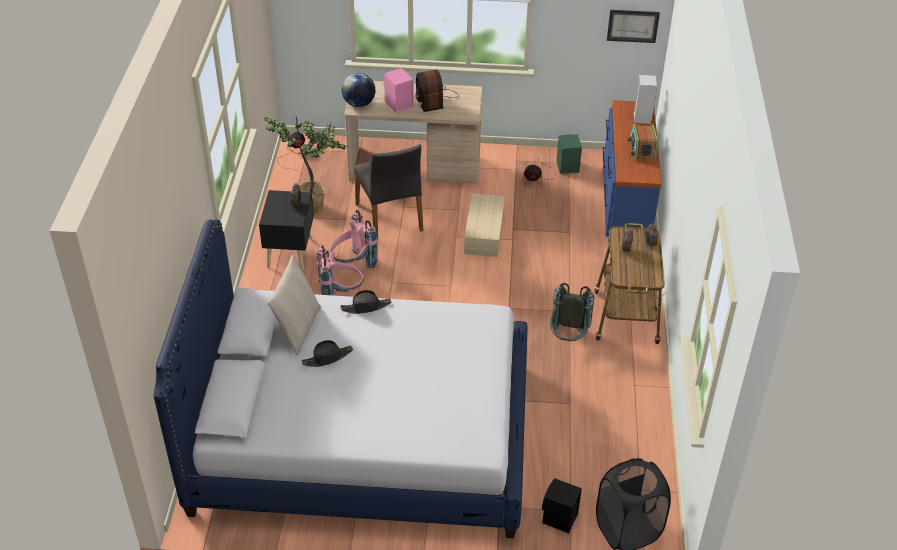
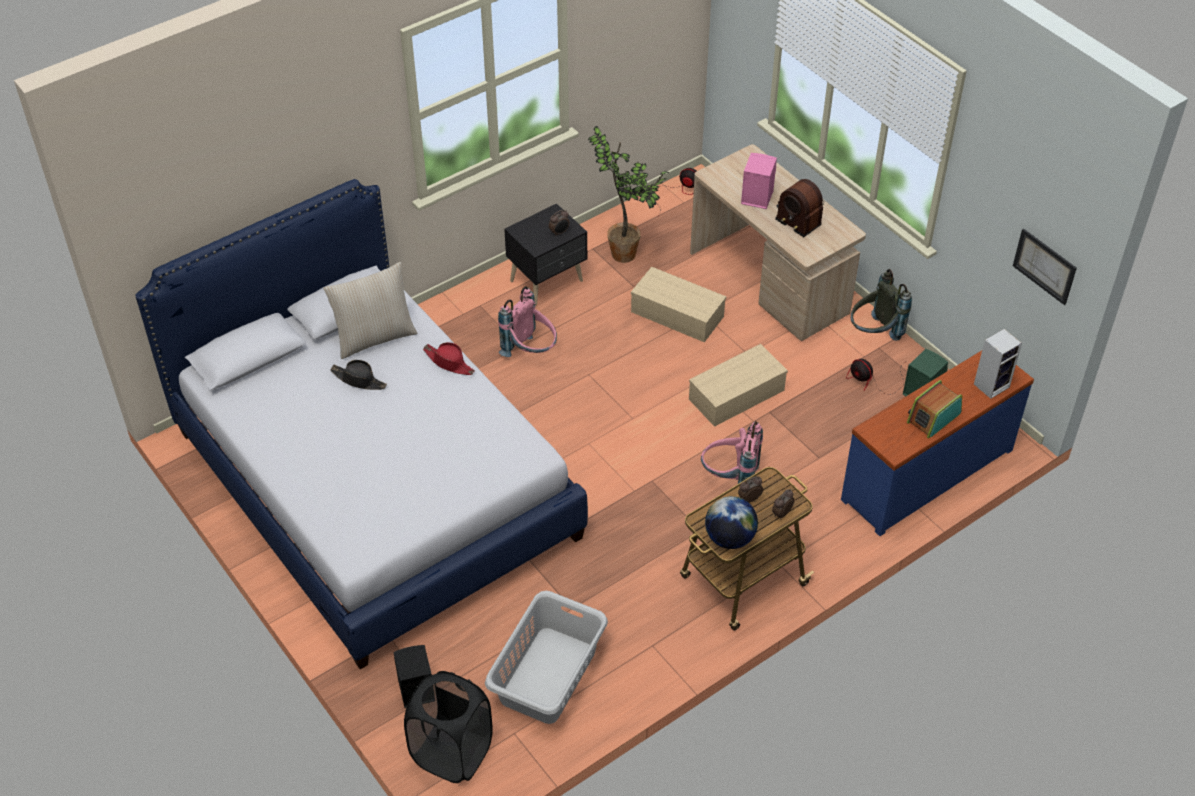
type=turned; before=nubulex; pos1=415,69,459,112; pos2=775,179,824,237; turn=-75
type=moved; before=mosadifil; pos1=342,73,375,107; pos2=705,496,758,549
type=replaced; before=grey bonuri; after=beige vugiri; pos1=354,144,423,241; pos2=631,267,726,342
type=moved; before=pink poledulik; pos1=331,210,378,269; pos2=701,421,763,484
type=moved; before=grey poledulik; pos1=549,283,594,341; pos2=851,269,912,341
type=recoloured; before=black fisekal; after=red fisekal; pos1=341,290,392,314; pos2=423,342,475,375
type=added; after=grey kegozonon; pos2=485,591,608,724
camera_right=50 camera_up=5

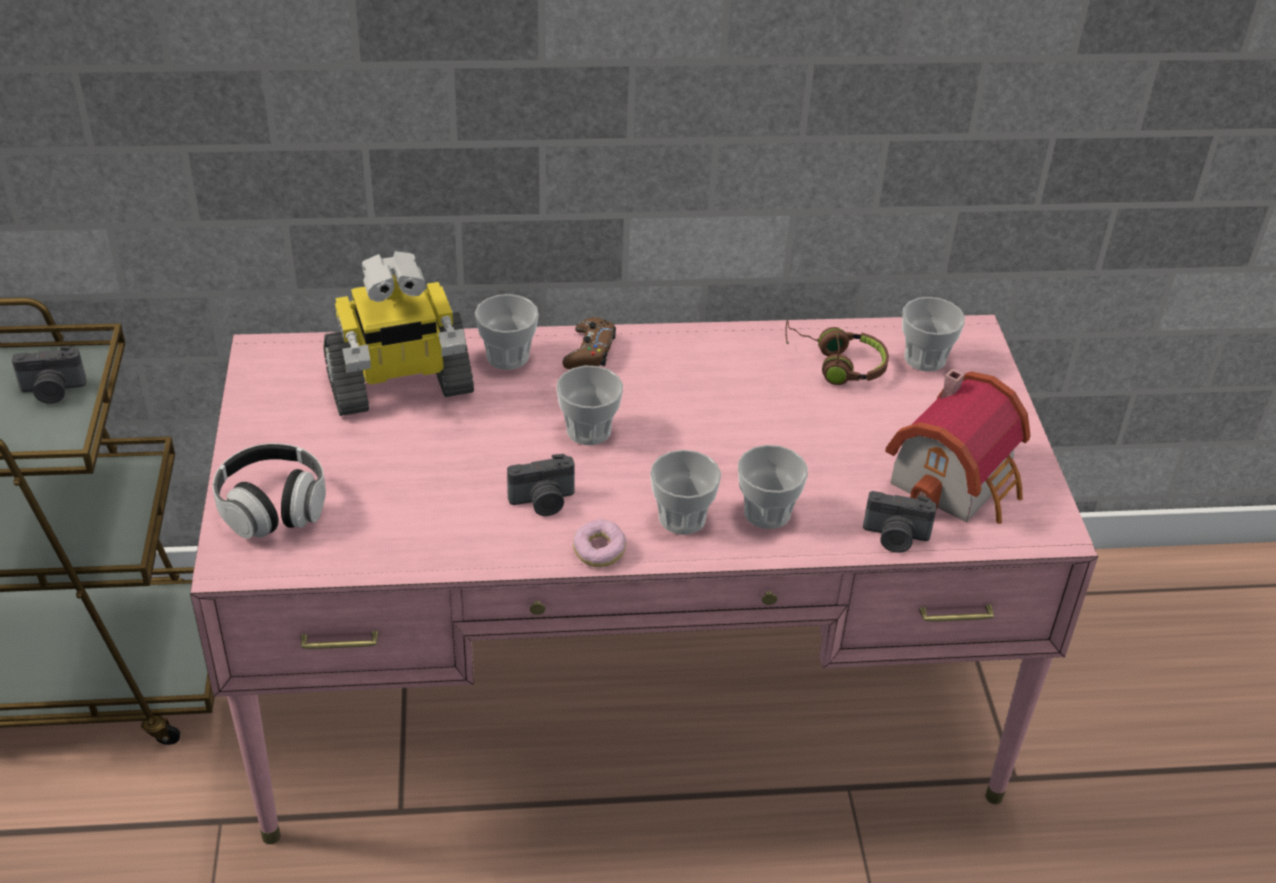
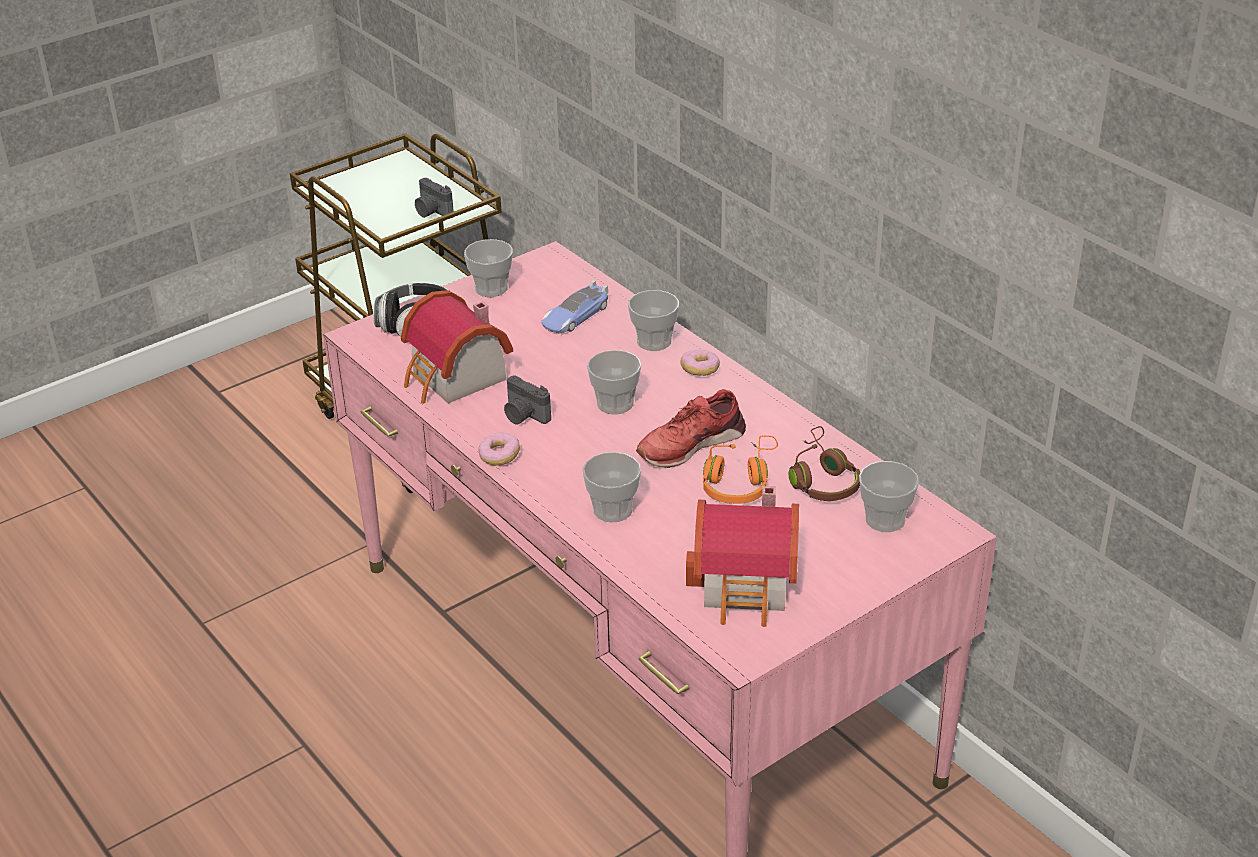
type=replaced; before=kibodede; after=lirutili; pos1=323,251,474,416; pos2=541,280,608,334
type=replaced; before=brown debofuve; after=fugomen; pos1=563,317,616,369; pos2=680,350,720,376
type=moved; before=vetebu; pos1=650,450,722,535; pos2=464,239,513,297
type=removed; before=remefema; pos1=863,491,937,553
type=added; after=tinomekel; pos2=401,290,513,404
type=added; after=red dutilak; pos2=636,389,746,468
type=added; after=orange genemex; pos2=703,435,778,504
camera_right=60 camera_up=-5

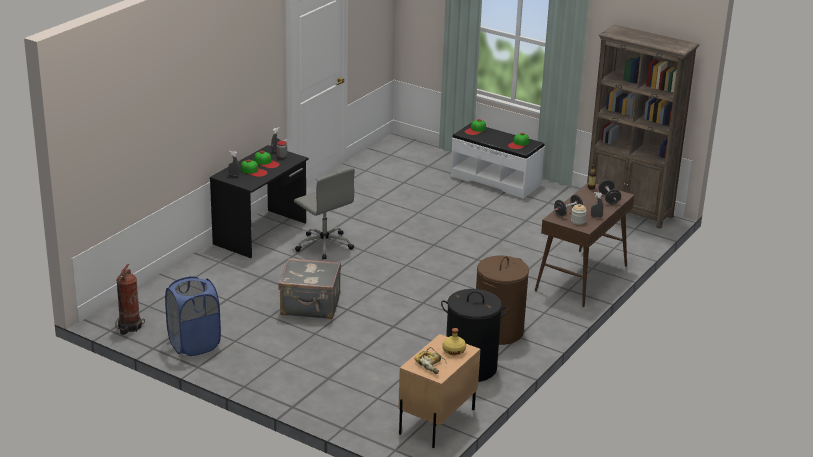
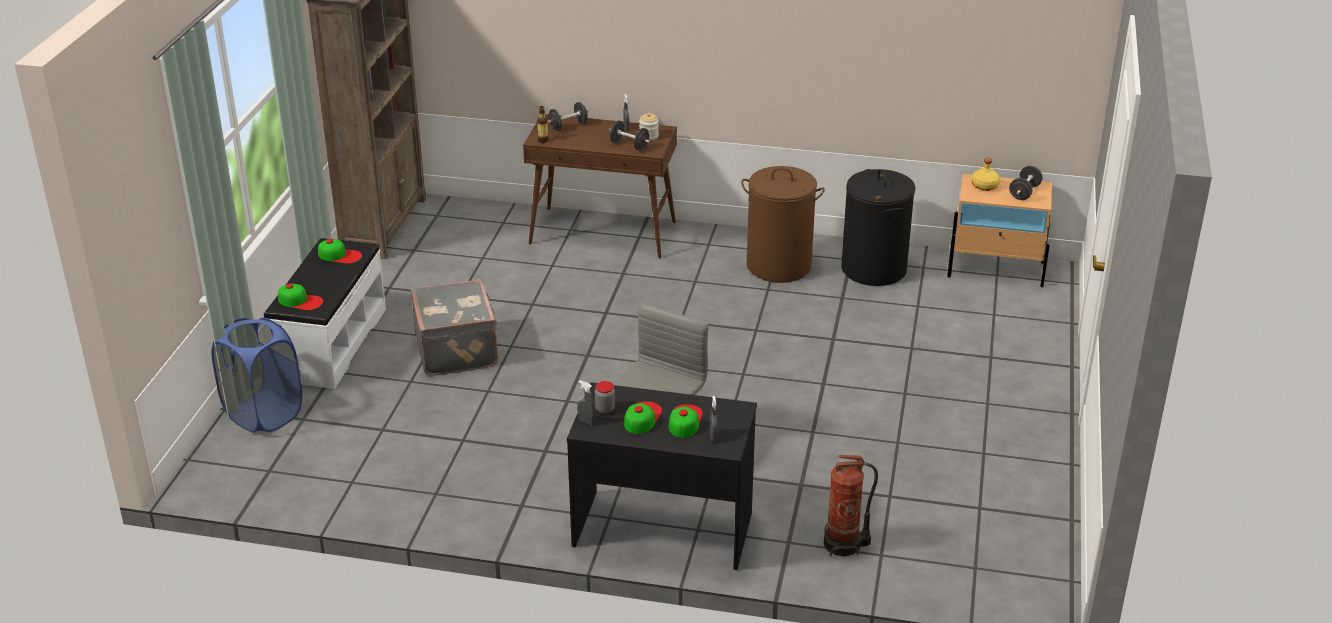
type=moved; before=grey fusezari; pos1=278,258,341,319; pos2=411,279,498,376
type=moved; before=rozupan; pos1=115,264,145,335; pos2=824,455,878,557
type=moved; before=blue kegozonon; pos1=165,276,221,356; pos2=211,317,302,433
type=replaced; before=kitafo; after=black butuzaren; pos1=414,347,447,374; pos2=1009,166,1042,200
camera_right=-110 camera_up=5

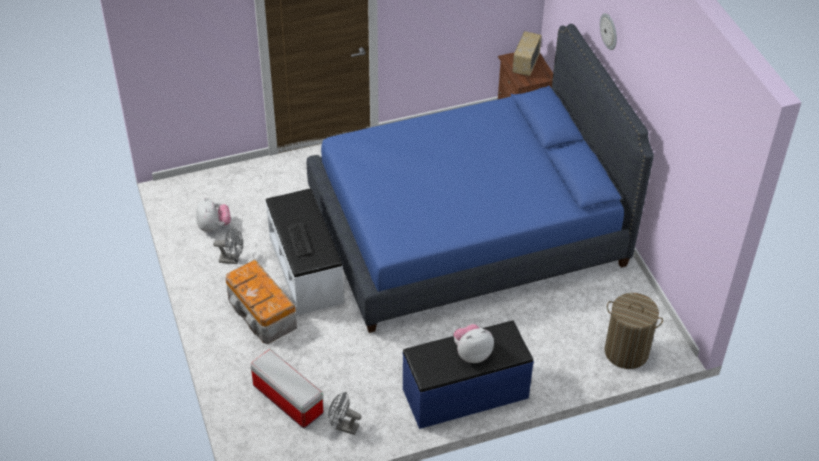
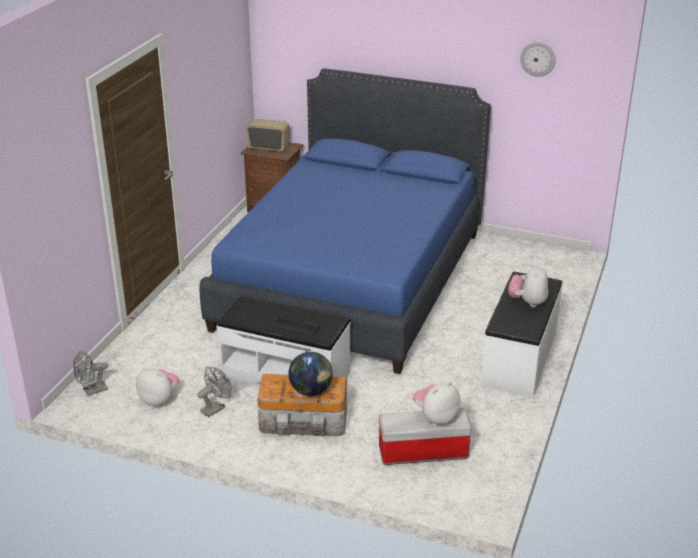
type=moved; before=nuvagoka; pos1=600,13,617,50; pos2=520,42,556,77
type=turned; before=nubulex; pos1=512,31,542,76; pos2=246,119,289,152; turn=135
type=removed; before=kegozonon; pos1=604,293,663,369
type=recoloured; before=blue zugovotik; after=white zugovotik; pos1=402,321,534,429; pos2=481,272,563,397
type=moved; before=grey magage; pos1=328,392,362,435; pos2=73,351,108,396
type=added; after=mosadifil; pos2=289,352,333,396
type=added; after=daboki; pos2=413,382,460,426
camera_right=-50 camera_up=-15

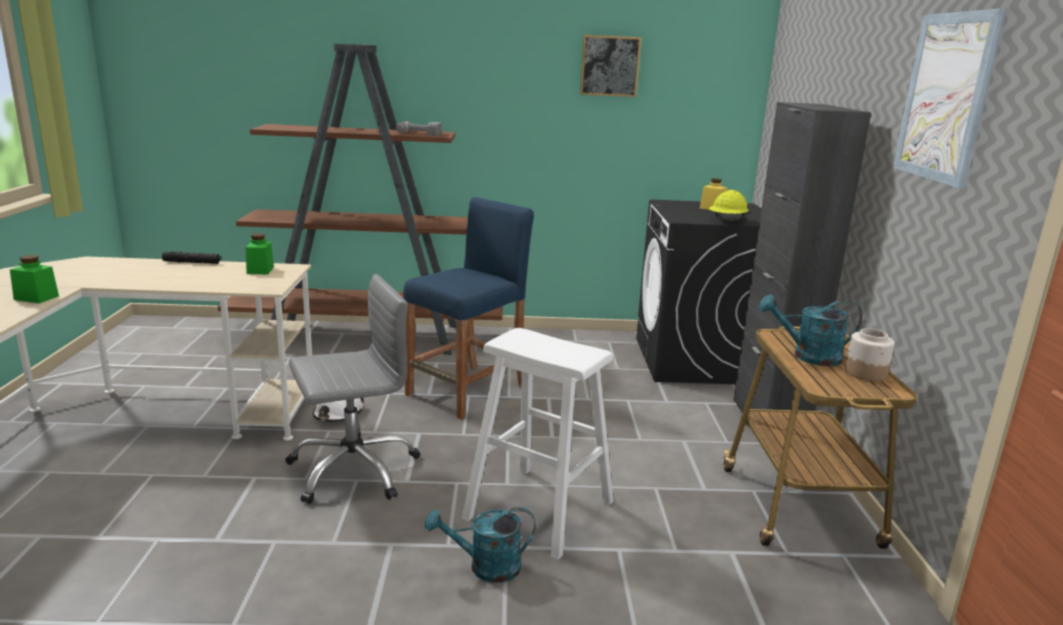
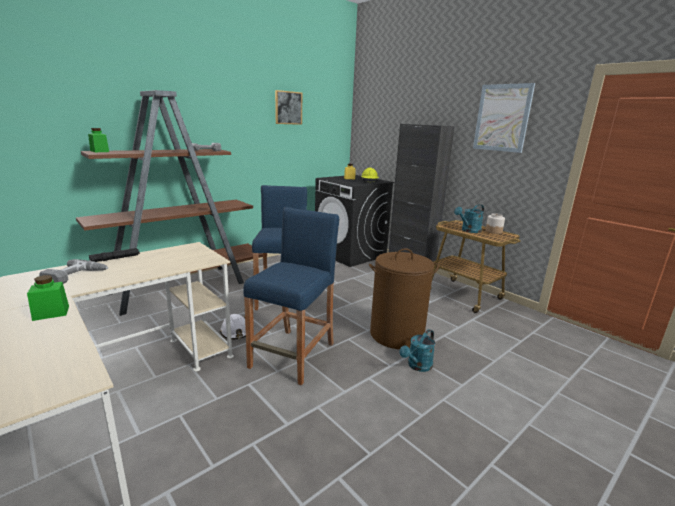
type=moved; before=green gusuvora; pos1=245,233,274,274; pos2=88,128,109,152
type=replaced; before=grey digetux; after=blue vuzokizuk; pos1=285,274,420,504; pos2=243,207,339,386
type=replaced; before=white vuzokizuk; after=brown kegozonon; pos1=462,328,613,560; pos2=369,248,439,349
type=added; after=kitafo; pos2=39,259,108,284
camera_right=-40 camera_up=0

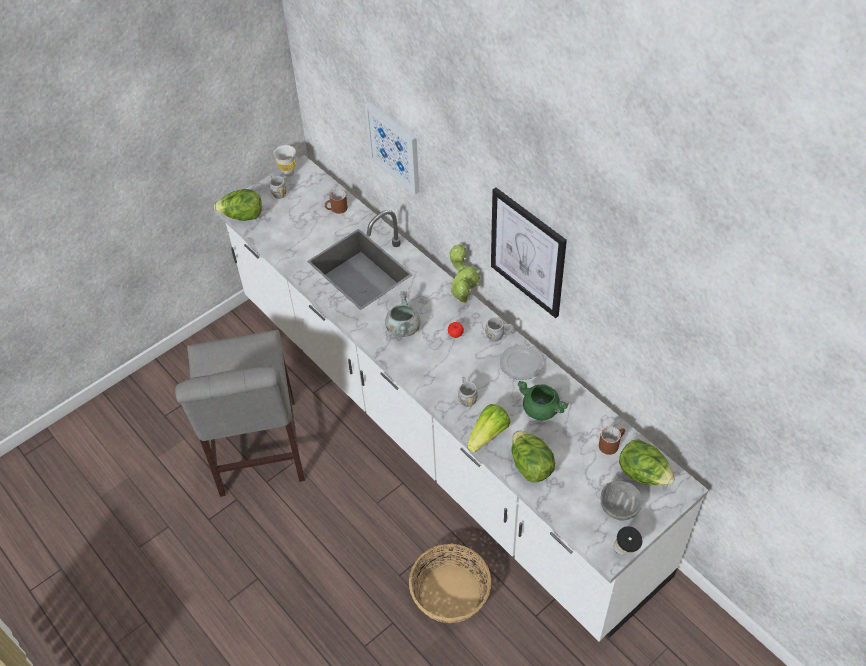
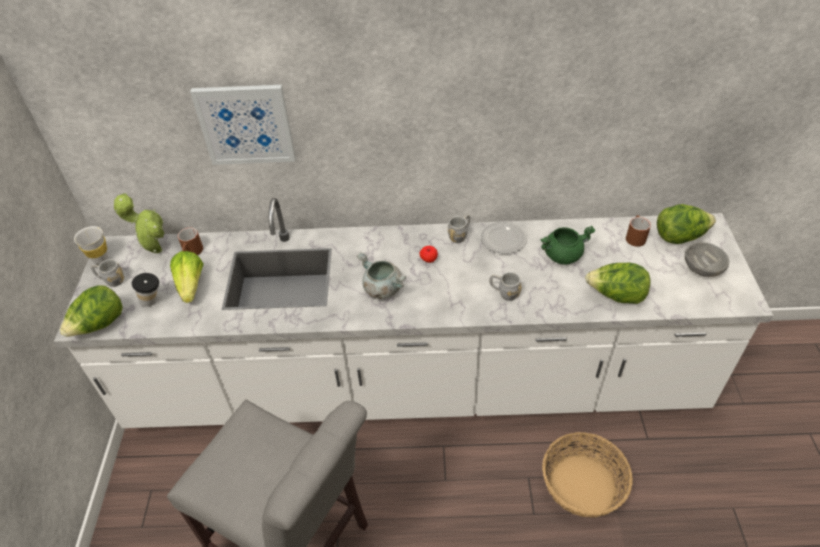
type=removed; before=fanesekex; pos1=491,187,567,318
type=moved; before=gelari; pos1=449,244,480,303; pos2=114,192,164,253
type=moved; before=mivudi; pos1=467,404,510,452; pos2=170,251,204,303
type=moved; before=vetebu; pos1=614,526,642,555; pos2=132,273,159,307
camera_right=-50 camera_up=-5

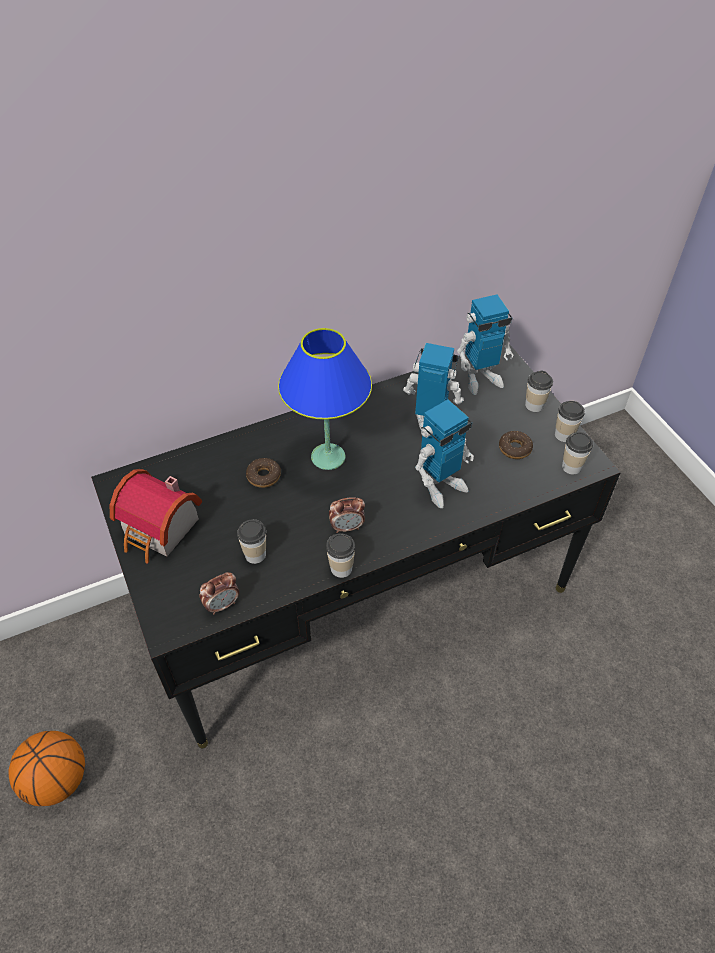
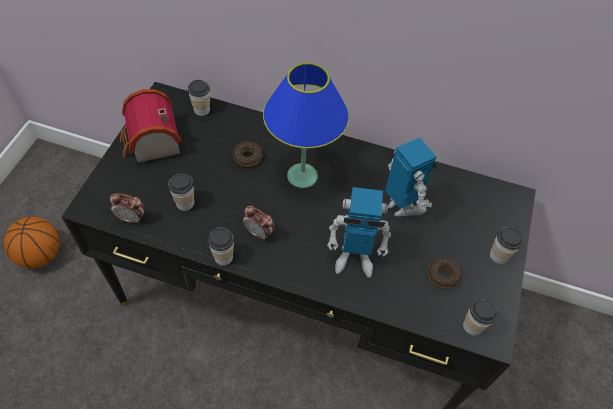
type=removed; before=kibodede; pos1=457,295,514,395
type=moved; before=vetebu; pos1=555,401,585,442; pos2=188,80,210,116
camera_right=40 camera_up=5

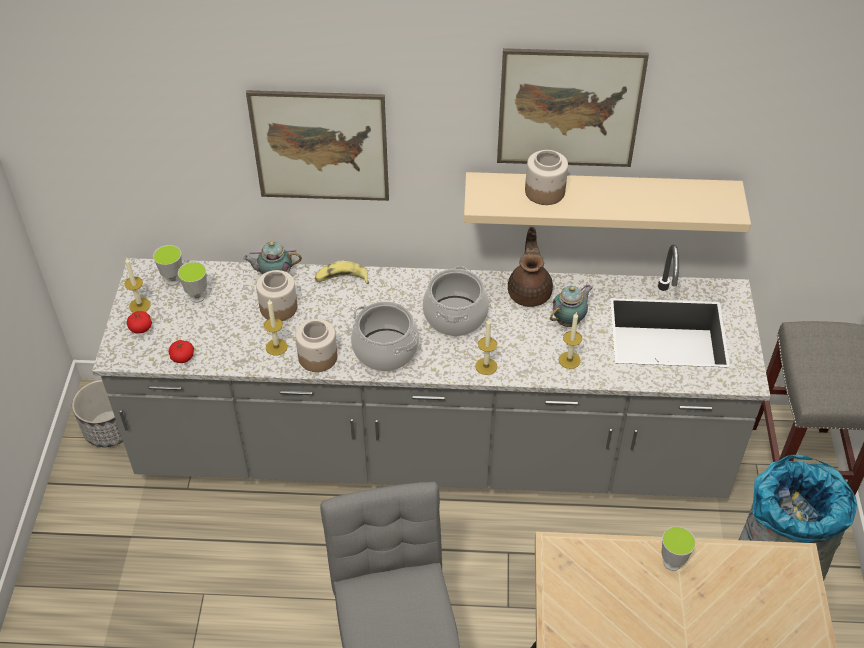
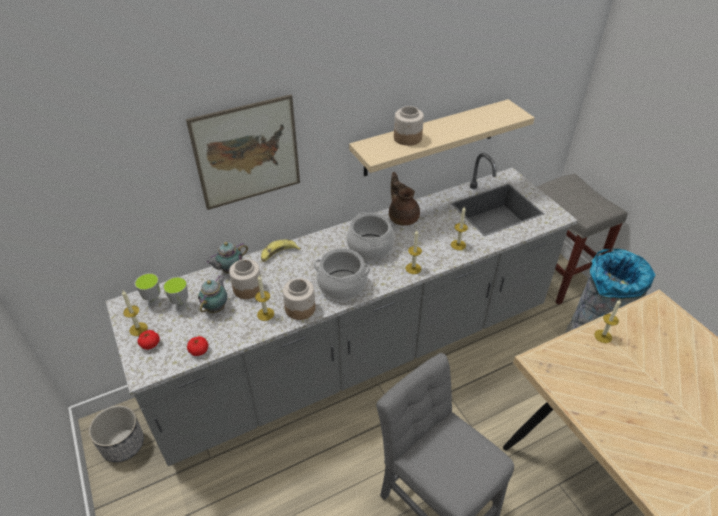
type=removed; before=fanesekex; pos1=497,48,649,167
type=moved; before=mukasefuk; pos1=550,284,593,327; pos2=198,275,227,313
type=replaced; before=vetebu; after=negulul; pos1=661,526,696,571; pos2=594,300,621,343
camera_right=-30 camera_up=-5

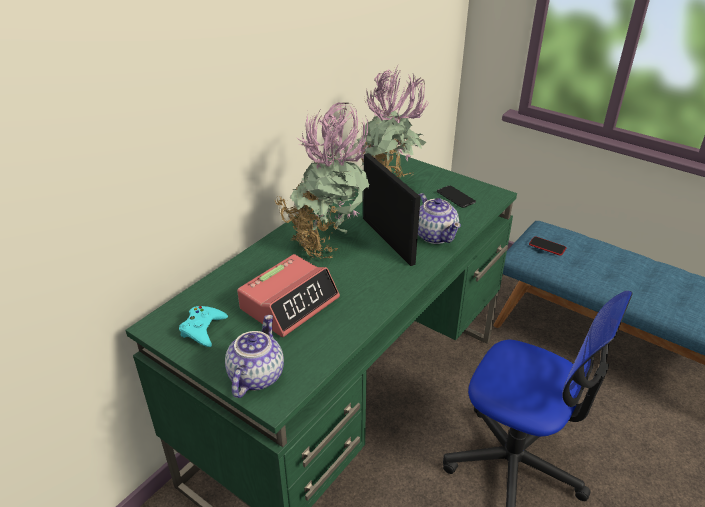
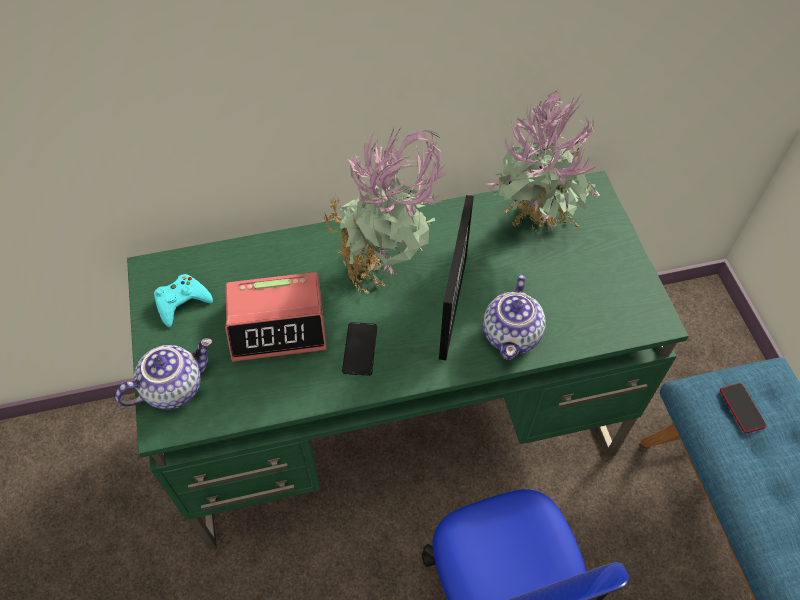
type=moved; before=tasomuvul; pos1=437,185,476,208; pos2=342,322,377,376
camera_right=40 camera_up=20

